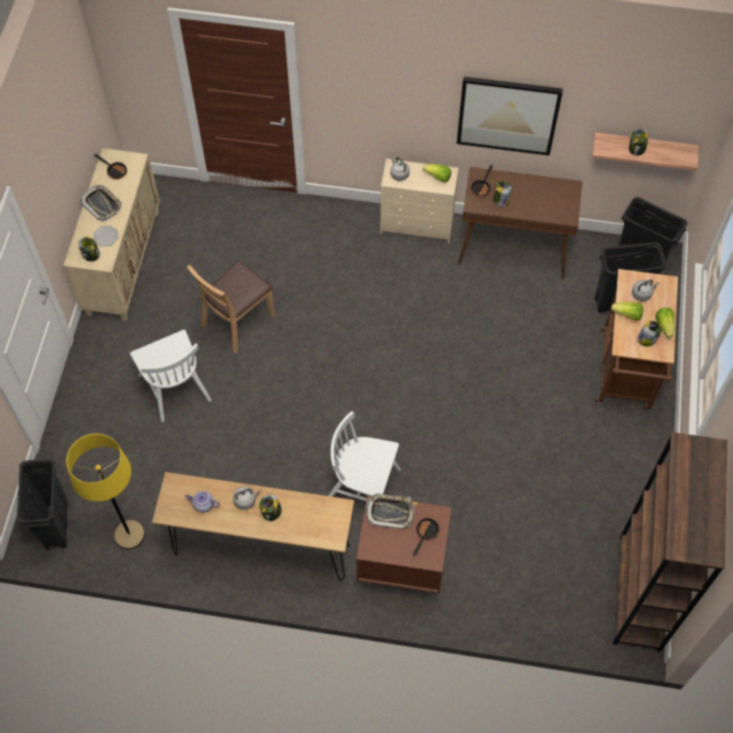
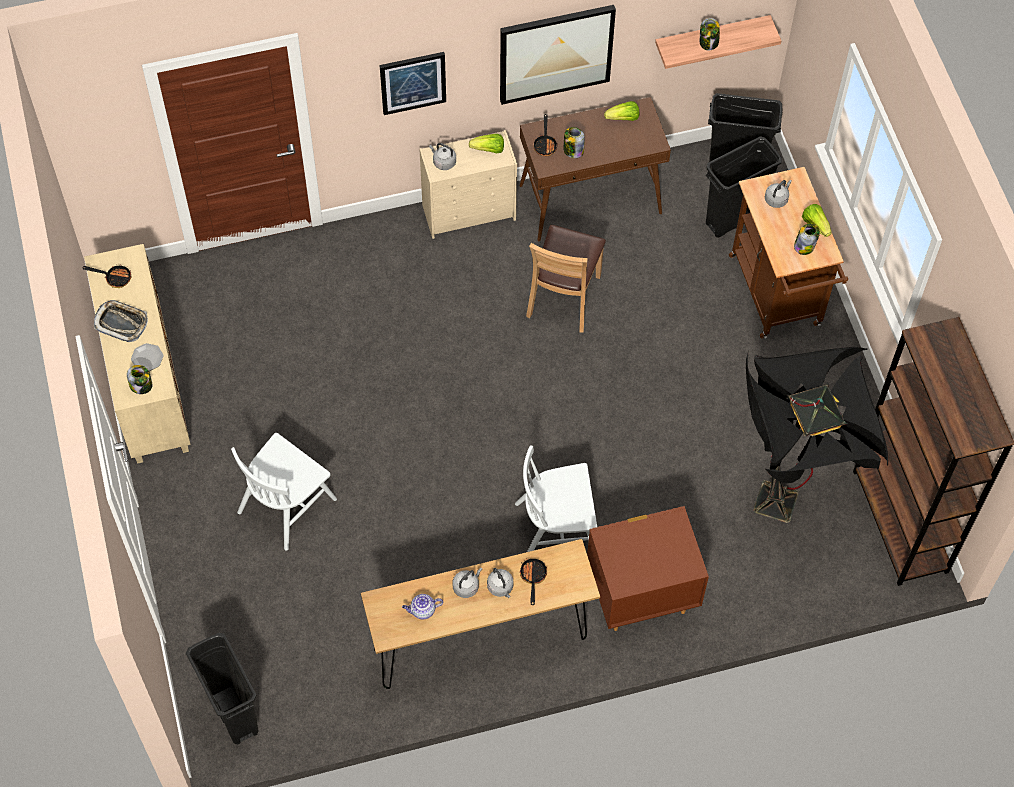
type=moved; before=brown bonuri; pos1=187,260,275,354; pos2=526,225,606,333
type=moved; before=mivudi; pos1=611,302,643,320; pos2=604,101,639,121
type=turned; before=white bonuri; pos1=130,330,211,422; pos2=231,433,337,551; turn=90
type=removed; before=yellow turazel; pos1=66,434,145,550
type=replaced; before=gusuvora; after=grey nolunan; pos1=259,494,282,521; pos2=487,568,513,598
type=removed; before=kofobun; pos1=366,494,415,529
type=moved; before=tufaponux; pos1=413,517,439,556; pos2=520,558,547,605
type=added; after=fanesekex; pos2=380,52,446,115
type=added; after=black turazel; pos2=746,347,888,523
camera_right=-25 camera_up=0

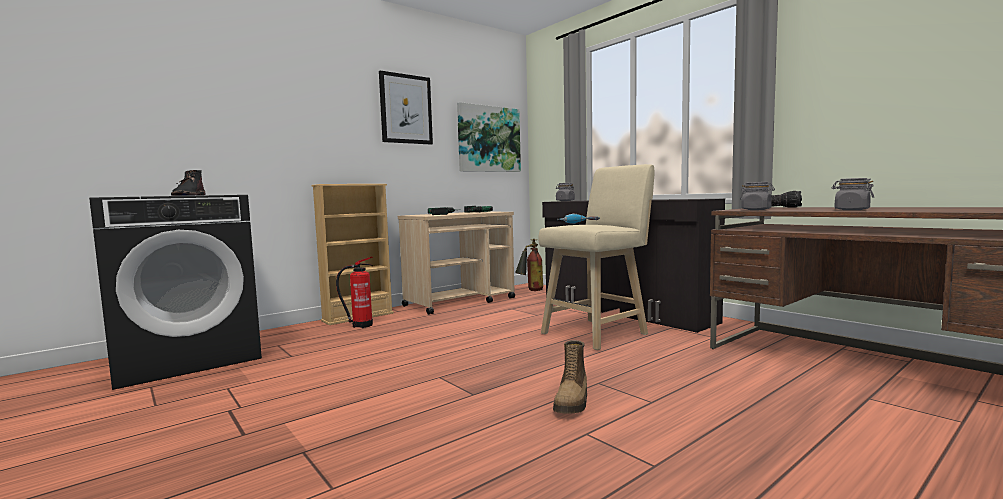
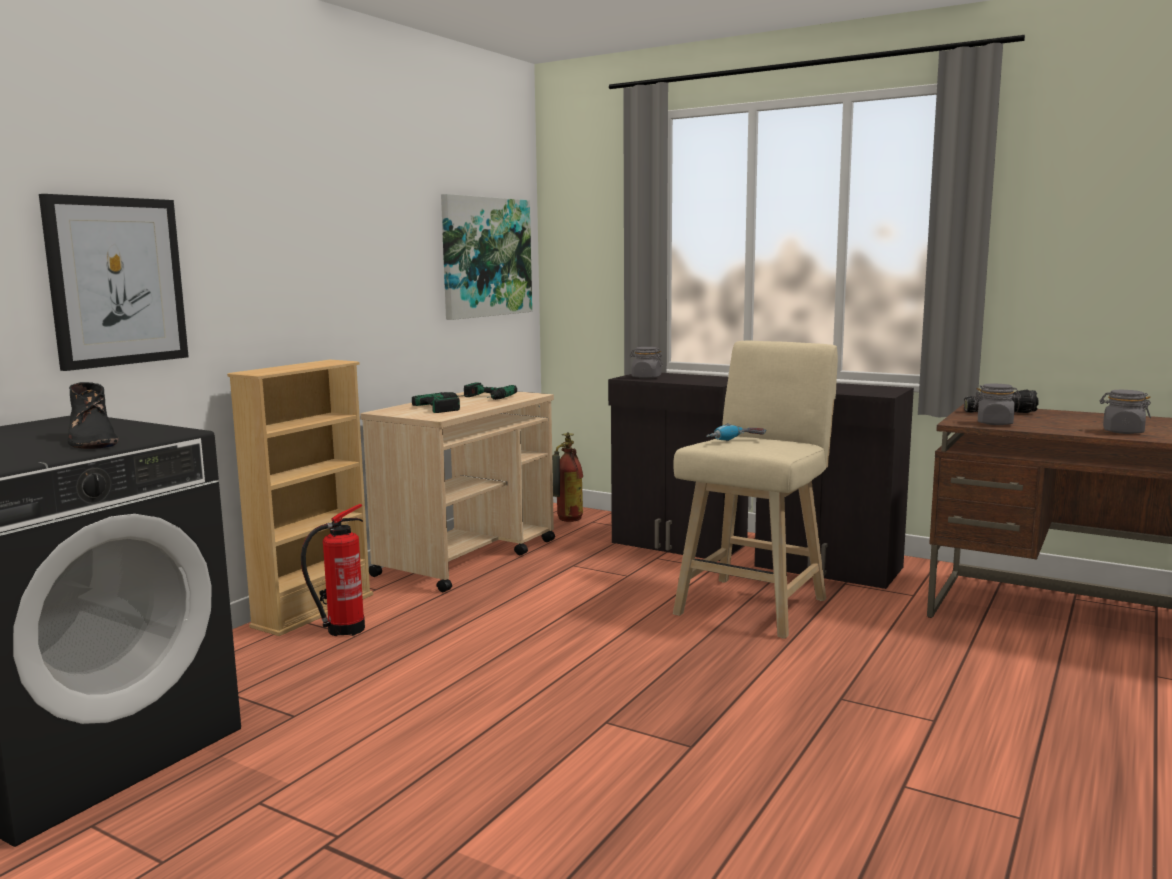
type=moved; before=fanesekex; pos1=379,71,433,144; pos2=39,194,189,371
type=removed; before=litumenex; pos1=553,340,587,414
camera_right=-20 camera_up=5

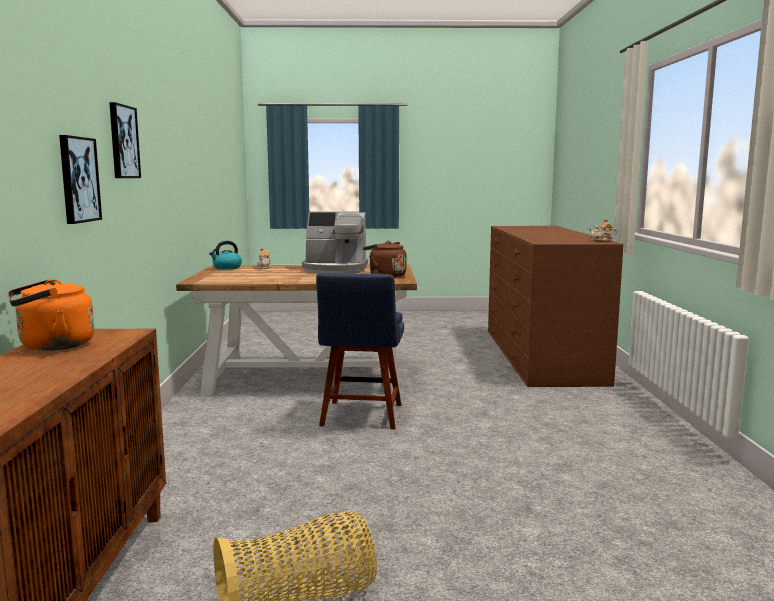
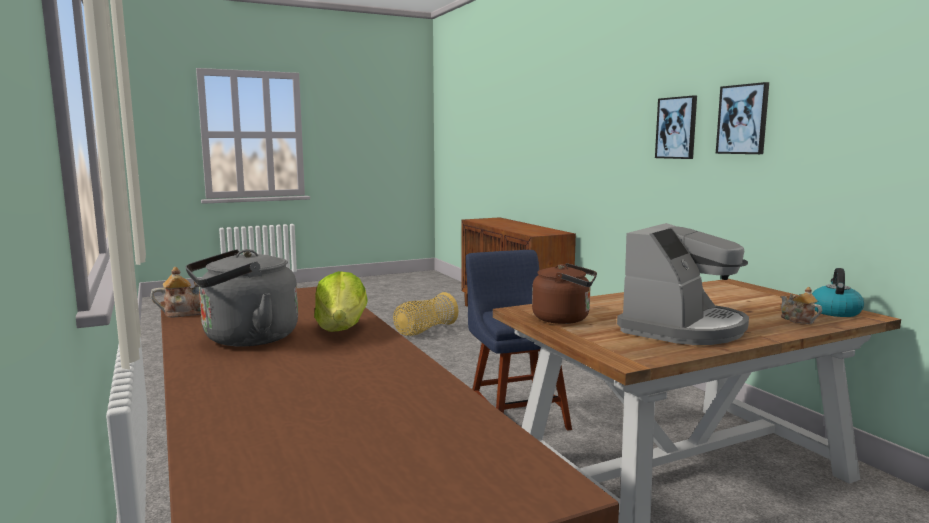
type=moved; before=fanesekex; pos1=59,135,102,224; pos2=716,82,769,154
type=turned; before=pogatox; pos1=302,212,368,273; pos2=617,223,749,345; turn=150
type=removed; before=orange nolunan; pos1=8,279,94,351
type=added; after=grey nolunan; pos2=186,249,298,347
type=added; after=mivudi; pos2=314,271,368,332
camera_right=155 camera_up=0

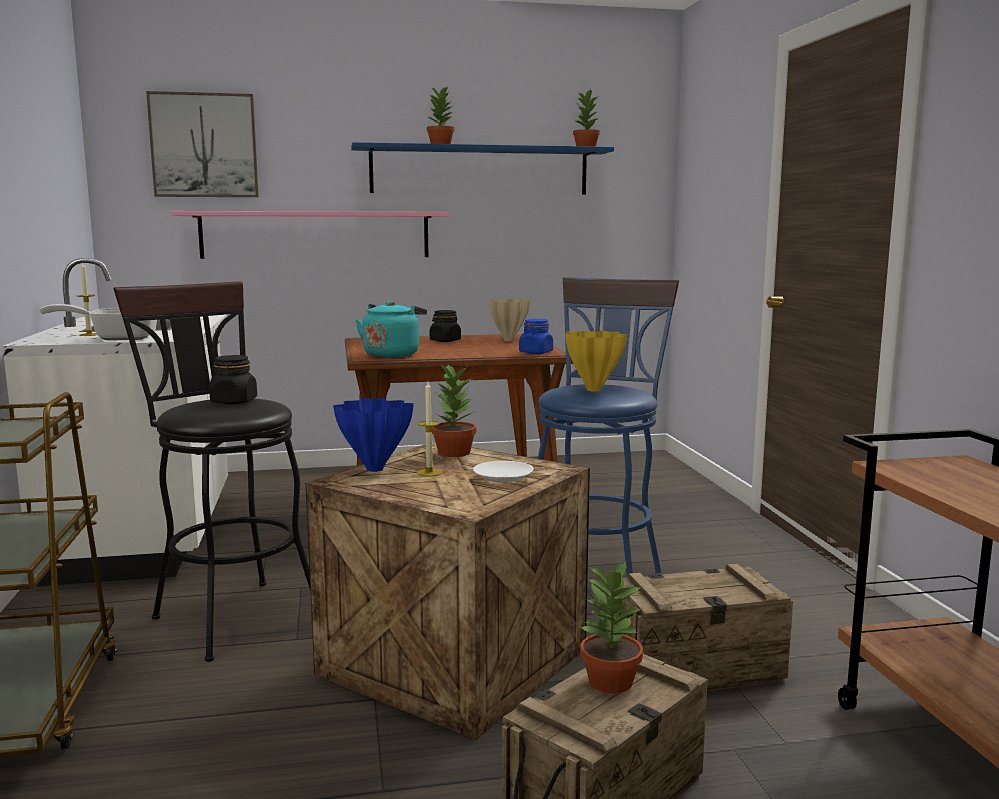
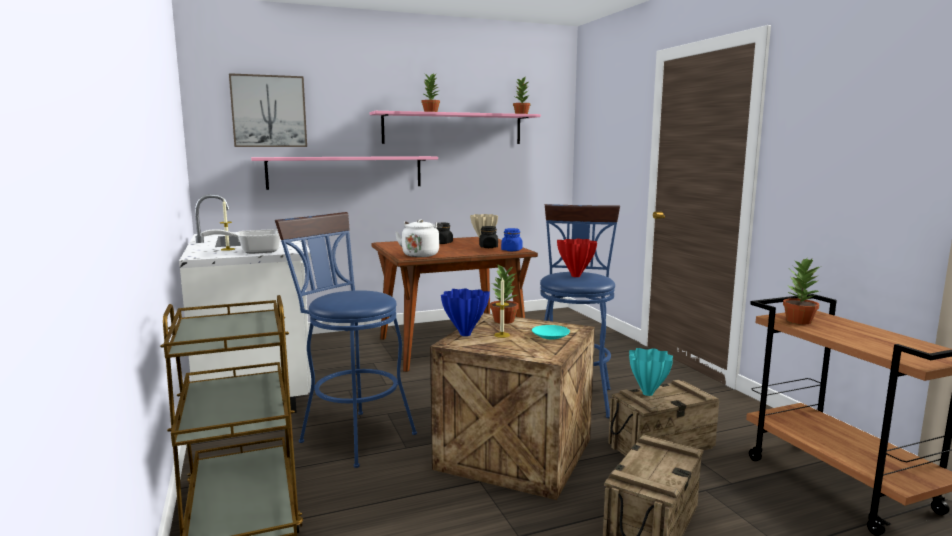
type=recoloured; before=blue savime; after=pink savime; pos1=351,142,614,195; pos2=370,111,541,144
type=recoloured; before=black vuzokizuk; after=blue vuzokizuk; pos1=113,281,310,662; pos2=275,212,417,468
type=recoloured; before=turquoise nolunan; after=white nolunan; pos1=355,301,427,358; pos2=395,219,443,257
type=recoloured; before=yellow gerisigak; after=red gerisigak; pos1=565,331,627,392; pos2=557,239,597,277
type=moved; before=black gusuvora; pos1=209,355,257,404; pos2=479,226,498,248
type=recoloured; before=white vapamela; after=turquoise vapamela; pos1=473,461,534,483; pos2=532,325,570,339
type=moved; before=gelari; pos1=580,560,643,693; pos2=783,258,820,324
type=added; after=turquoise gerisigak; pos2=629,348,673,396
camera_right=-10 camera_up=0

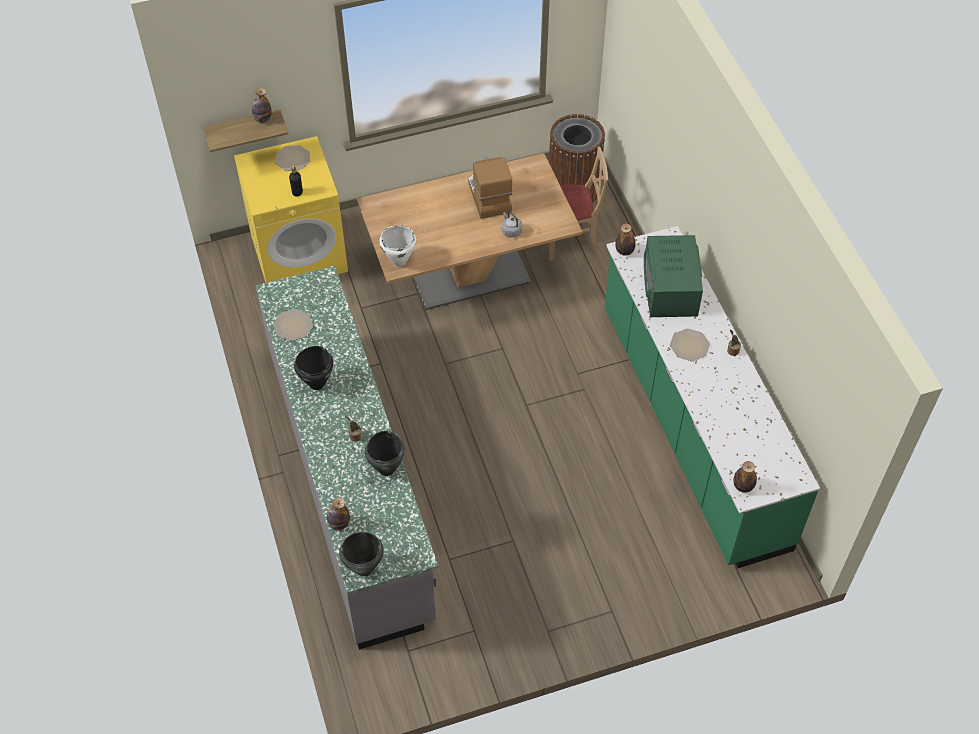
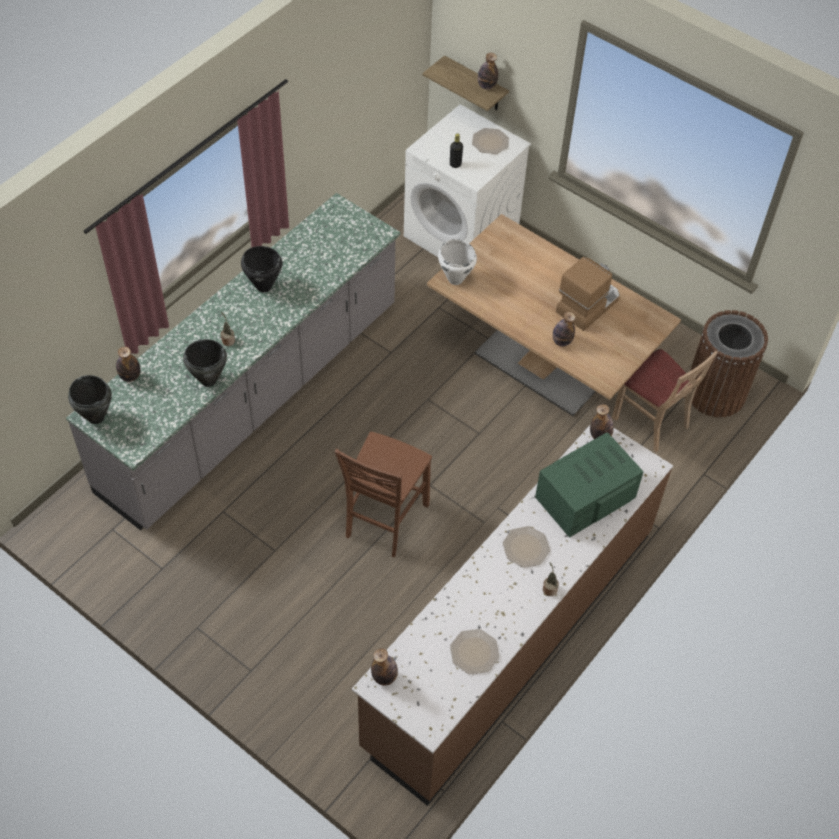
type=recoloured; before=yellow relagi; after=white relagi; pos1=234,136,348,283; pos2=404,104,531,257
type=replaced; before=grey nolunan; after=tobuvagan; pos1=502,212,522,237; pos2=552,312,575,346
type=recoloured; before=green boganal; after=brown boganal; pos1=605,226,820,569; pos2=352,424,673,806
type=moved; before=vapamela; pos1=273,309,313,341; pos2=450,629,500,674
type=added; after=brown bonuri; pos2=334,432,432,557
camera_right=55 camera_up=0

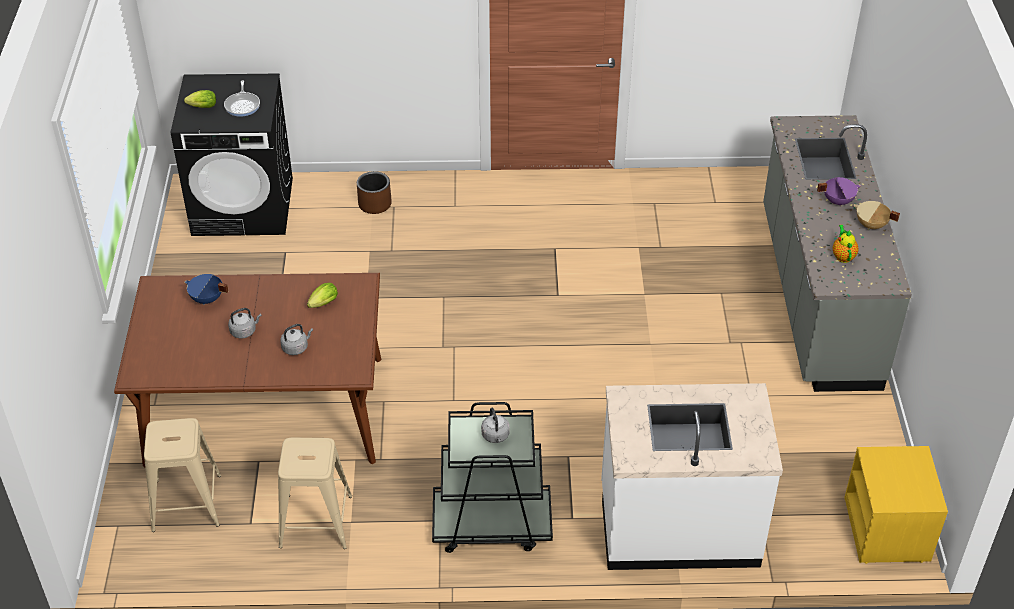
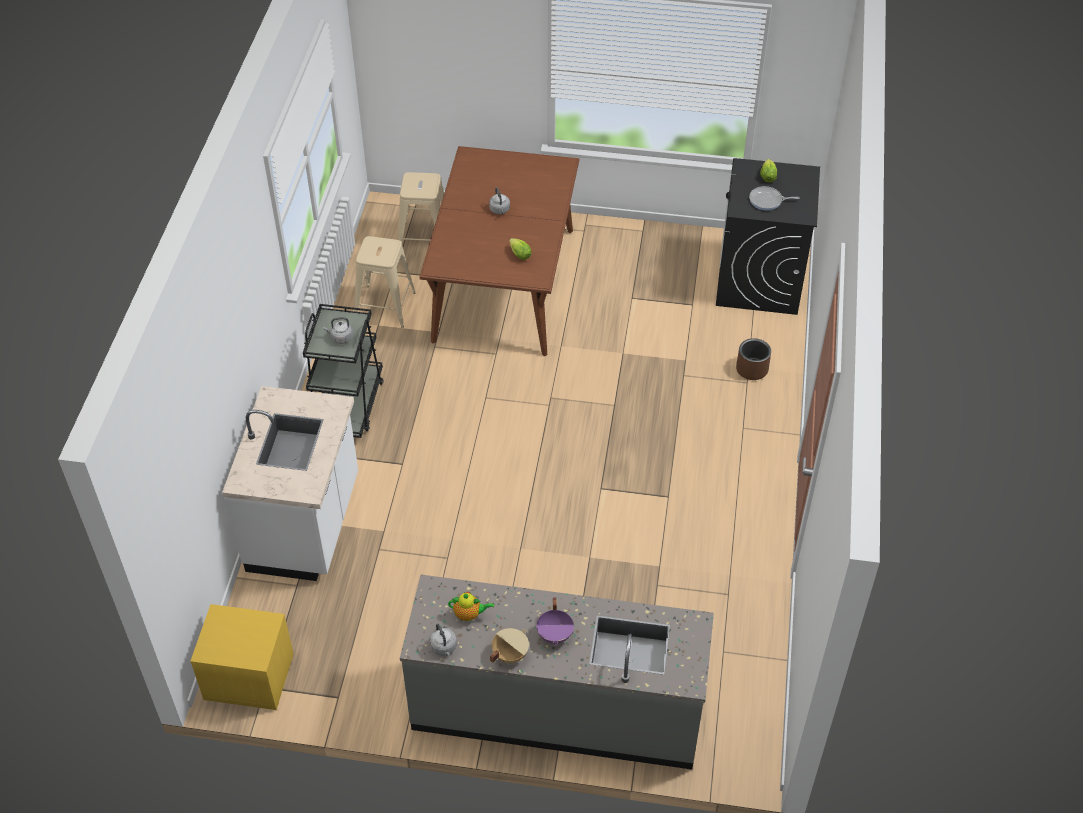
type=removed; before=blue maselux; pos1=184,274,229,305
type=moved; before=grey nolunan; pos1=280,324,313,355; pos2=429,624,457,656
camera_right=100 camera_up=5

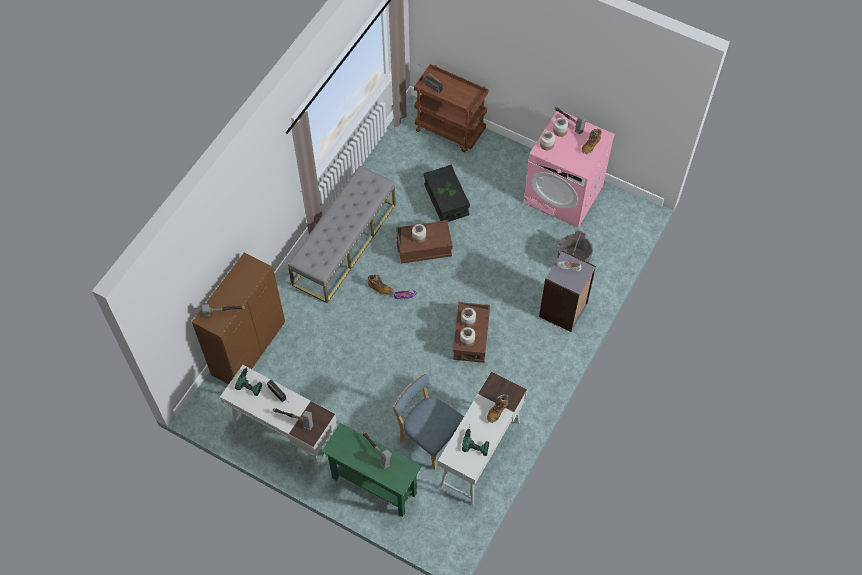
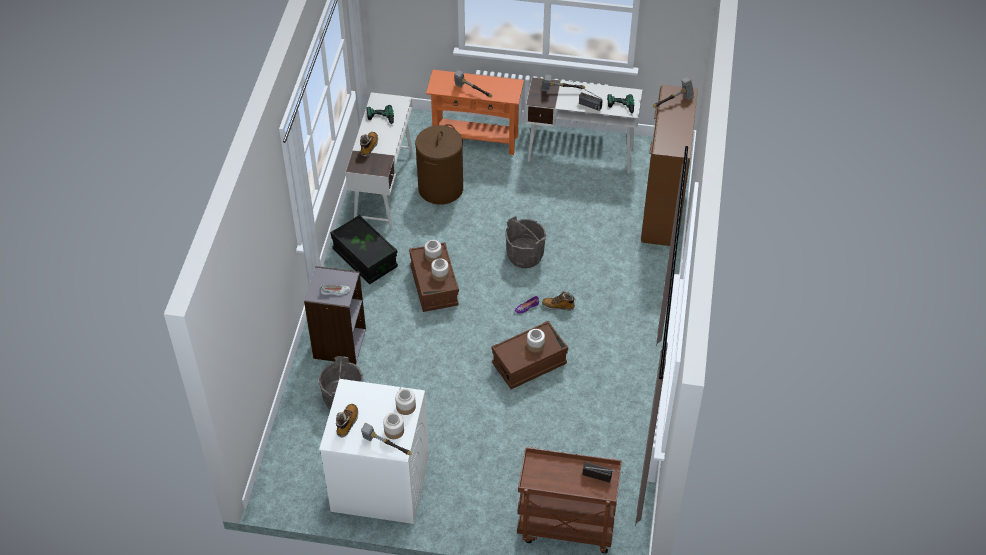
type=recoloured; before=pink relagi; after=white relagi; pos1=524,111,615,228; pos2=319,379,429,524
type=moved; before=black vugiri; pos1=424,164,470,222; pos2=330,215,398,284
type=removed; before=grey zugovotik; pos1=288,166,396,303
type=replaced; before=blue bonuri; after=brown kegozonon; pos1=392,373,464,470; pos2=415,124,463,205
type=recoloured; before=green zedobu; after=orange zedobu; pos1=321,423,422,517; pos2=426,70,524,155
type=added; after=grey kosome; pos2=505,216,546,268
camera_right=160 camera_up=-10

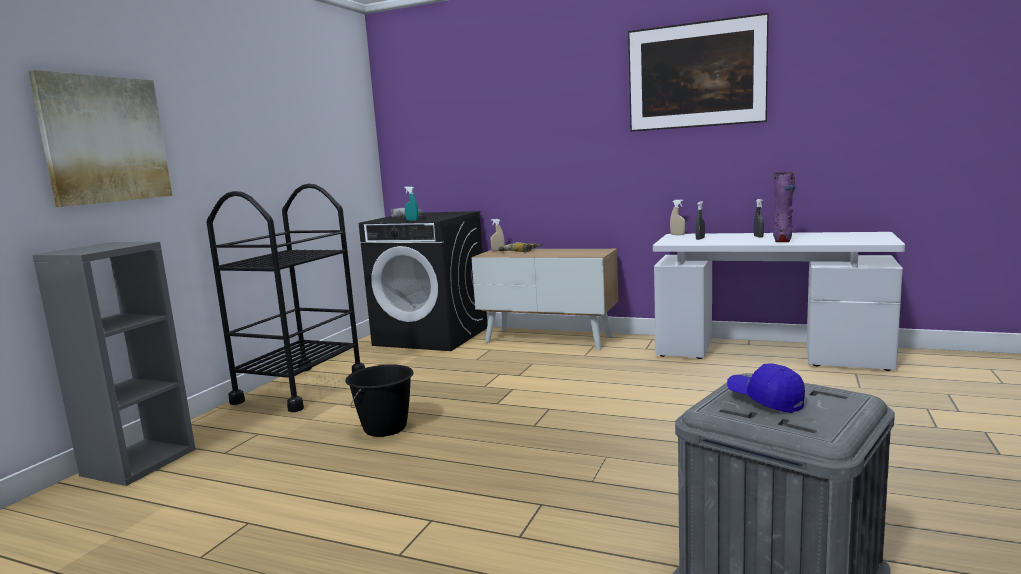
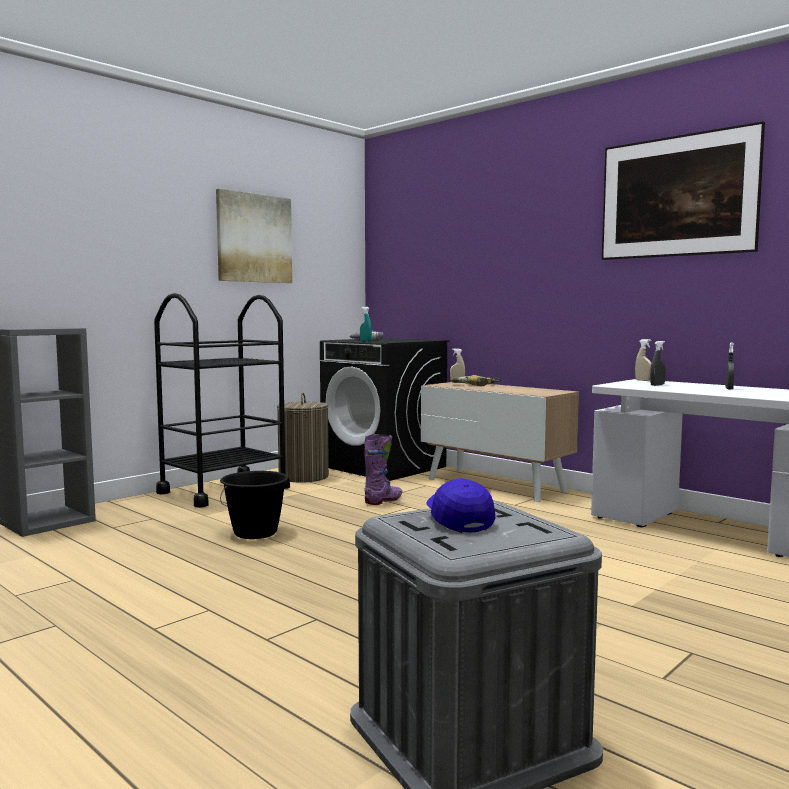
type=moved; before=fanesekex; pos1=28,70,172,207; pos2=216,189,292,283
type=moved; before=purple litumenex; pos1=773,172,795,242; pos2=364,434,402,505
type=added; after=kegozonon; pos2=277,393,329,482
camera_right=20 camera_up=-5

